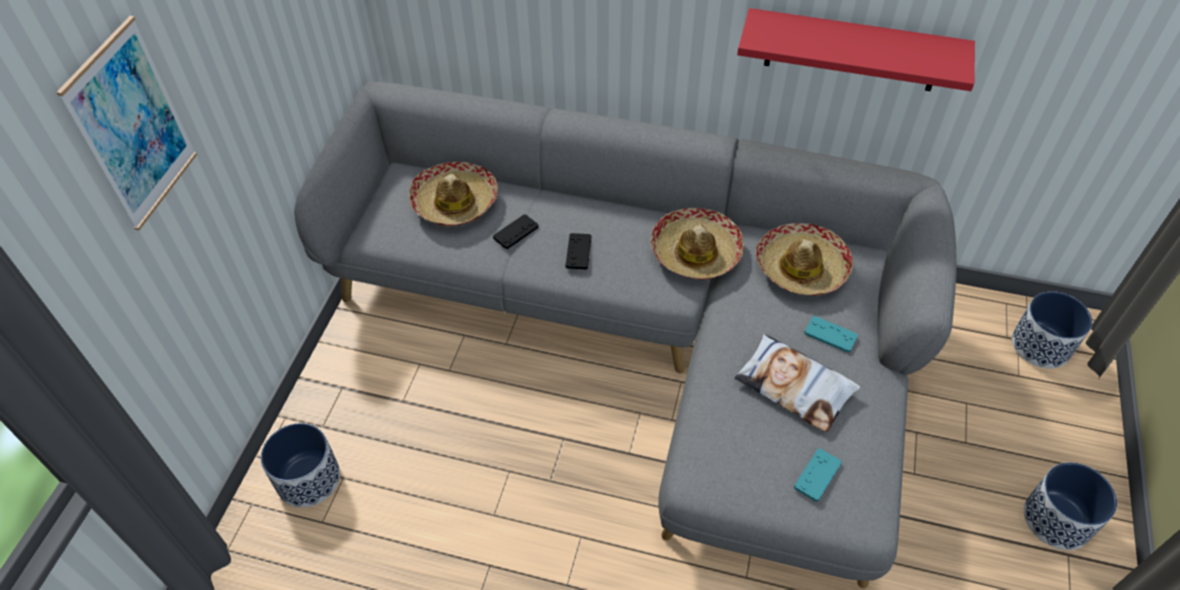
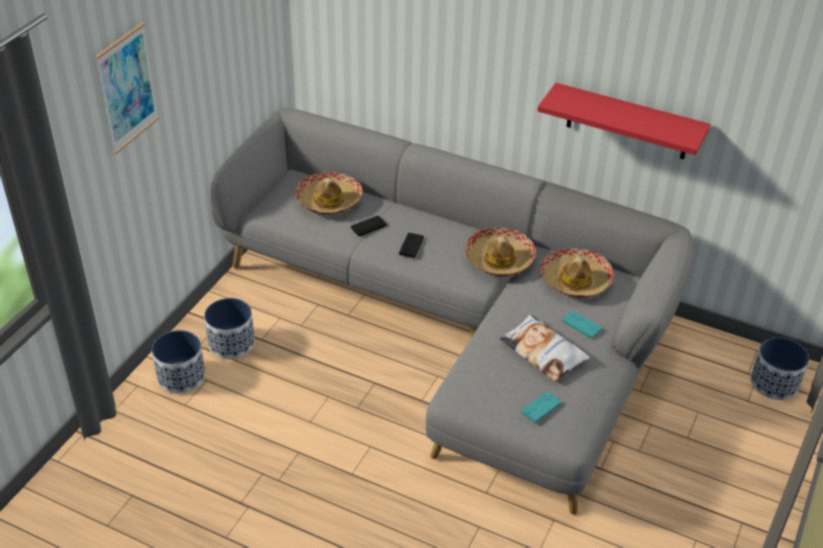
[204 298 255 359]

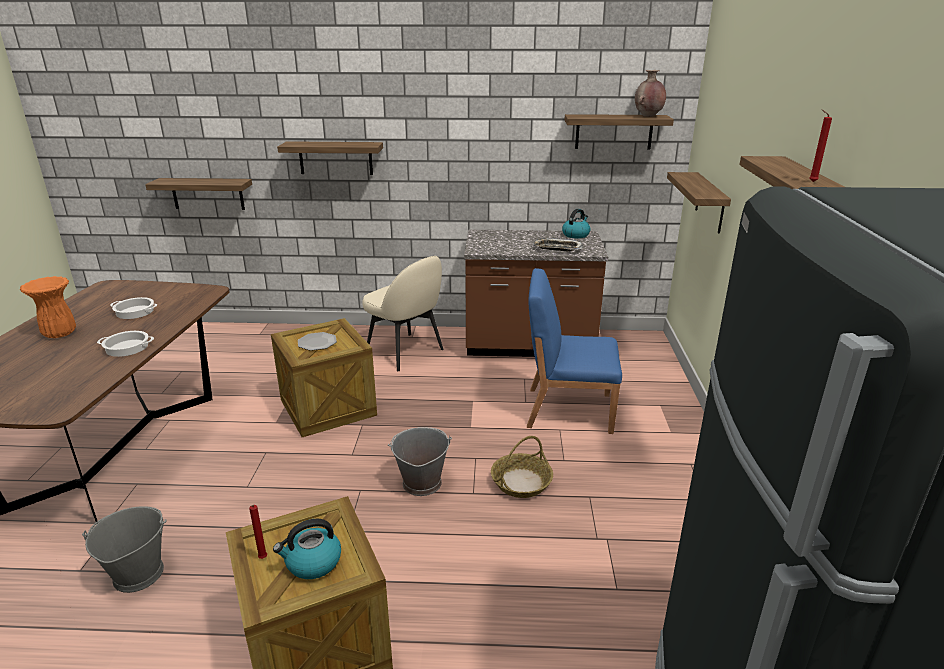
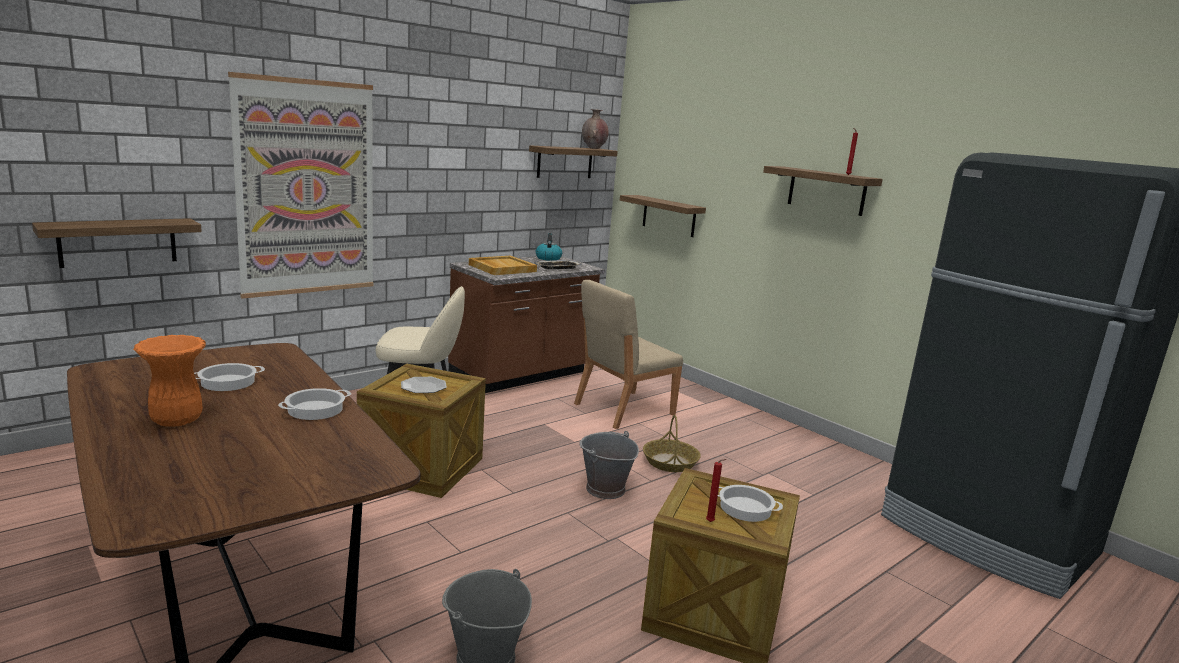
[469 256 537 275]
[718 485 783 522]
[228 72 374 299]
[574 280 683 429]

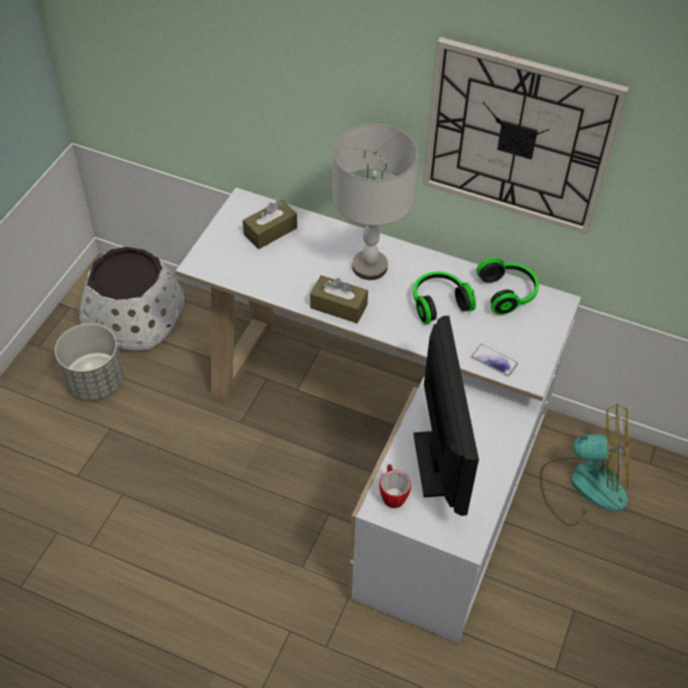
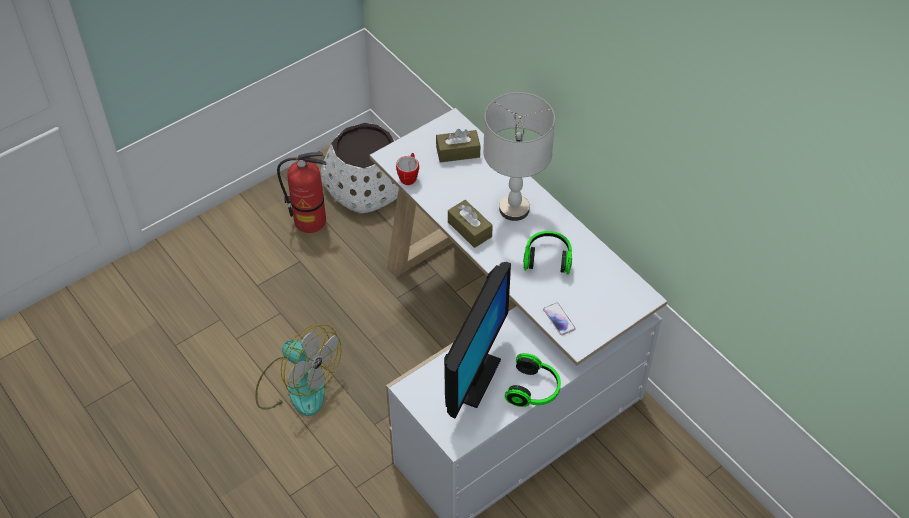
[423 37 629 234] (first image)
[396 153 419 185]
[505 353 561 407]
[255 324 341 416]
[277 152 327 233]

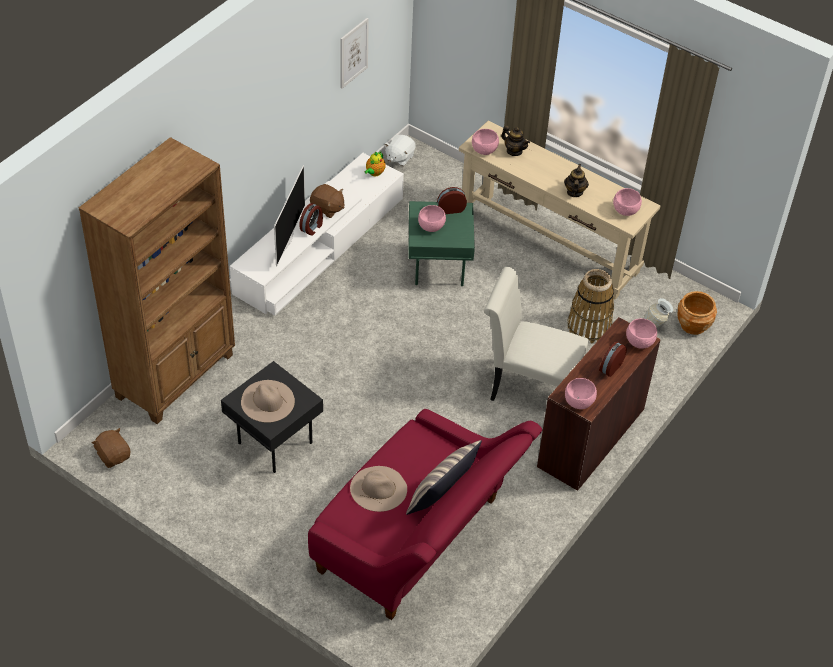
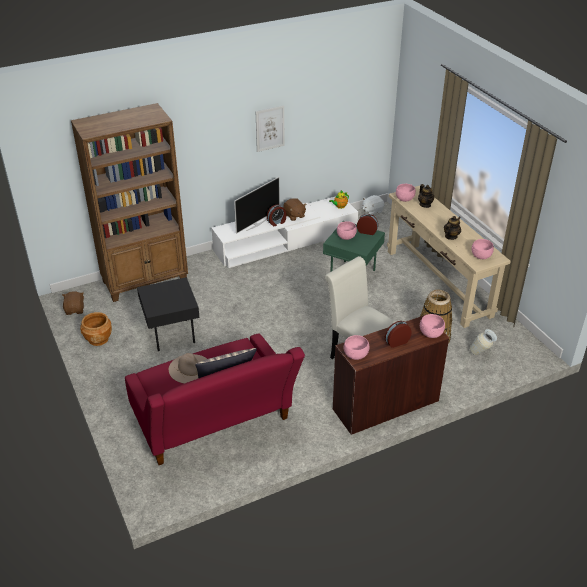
[241 380 295 423] (first image)
[256 105 285 152]
[80 312 112 346]

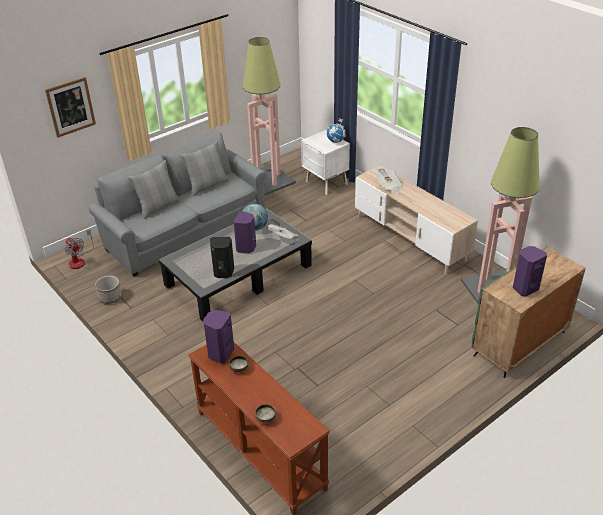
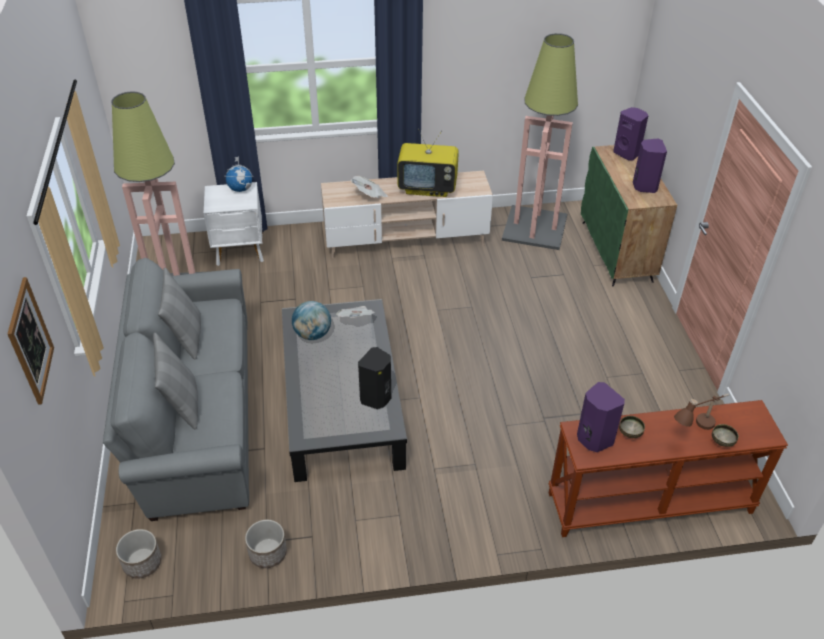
[397 129 459 197]
[674 394 729 430]
[613 107 649 161]
[116 529 161 578]

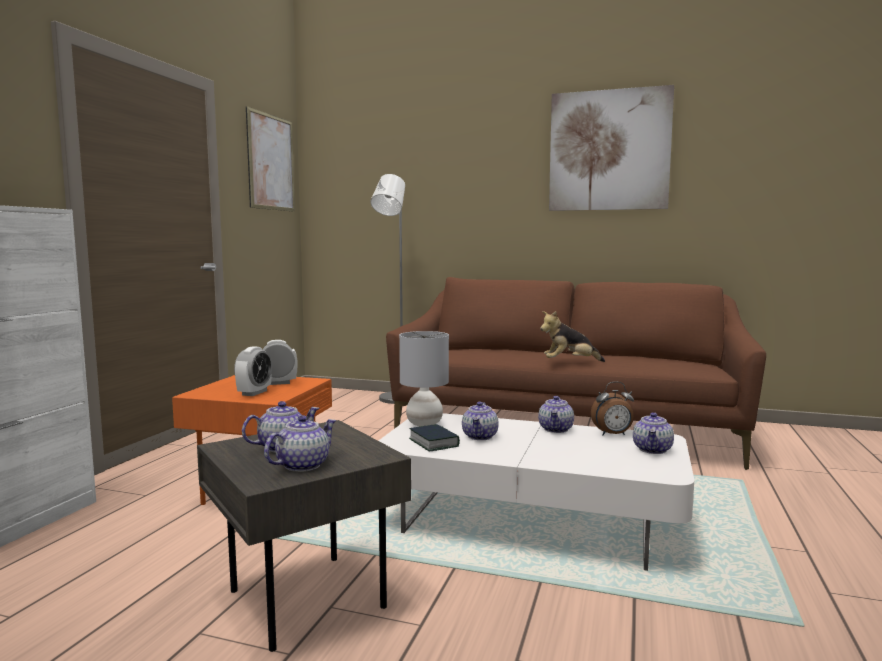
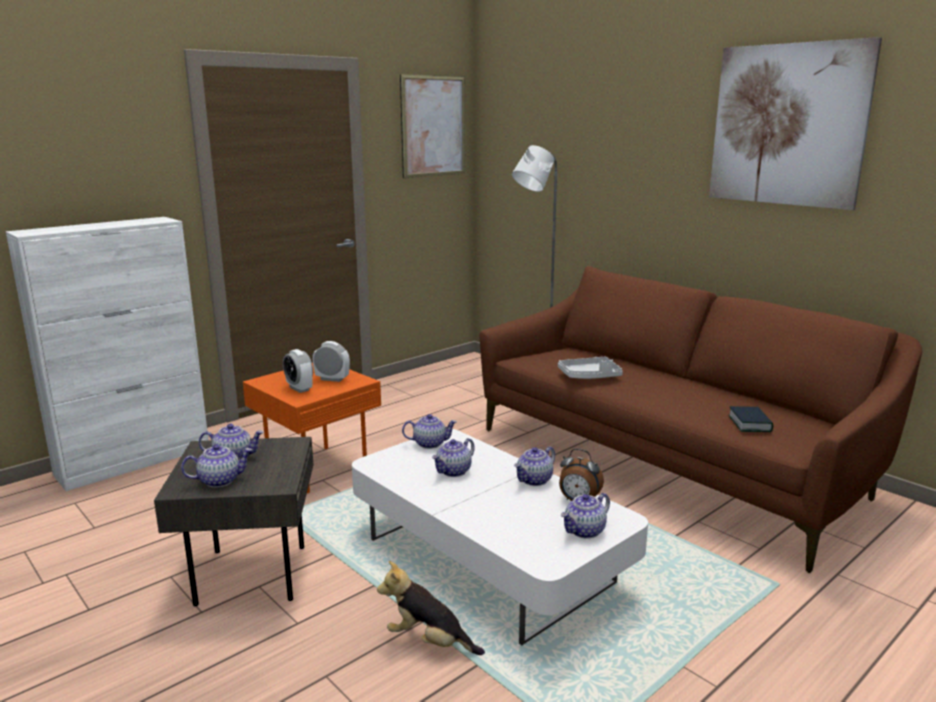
[558 357 623 379]
[728 406 773 432]
[377 561 485 655]
[402 414 457 449]
[283 349 313 393]

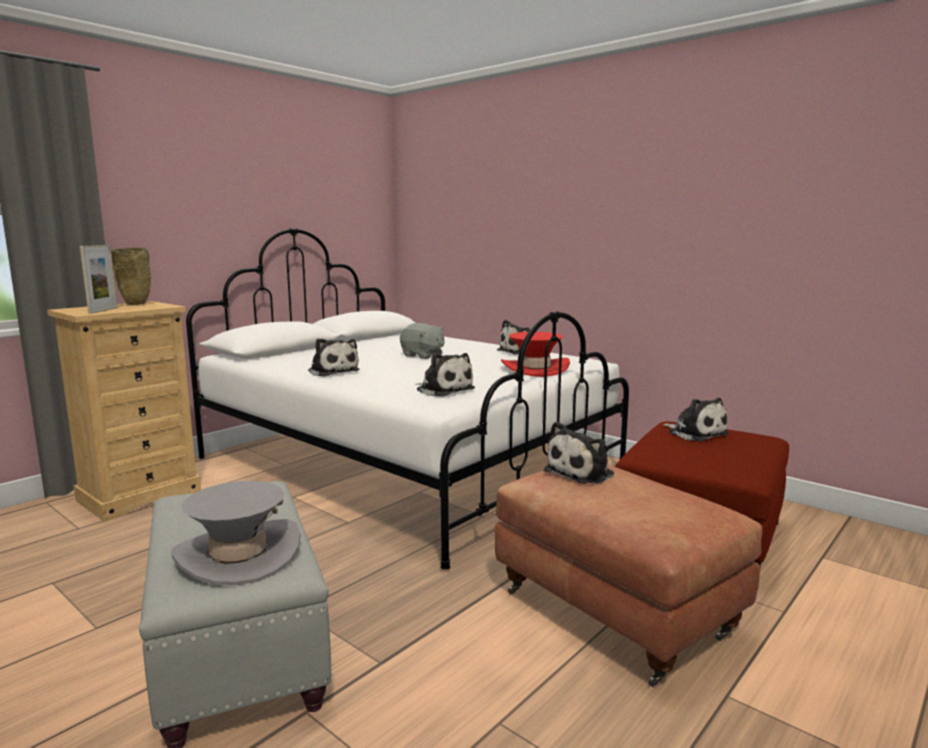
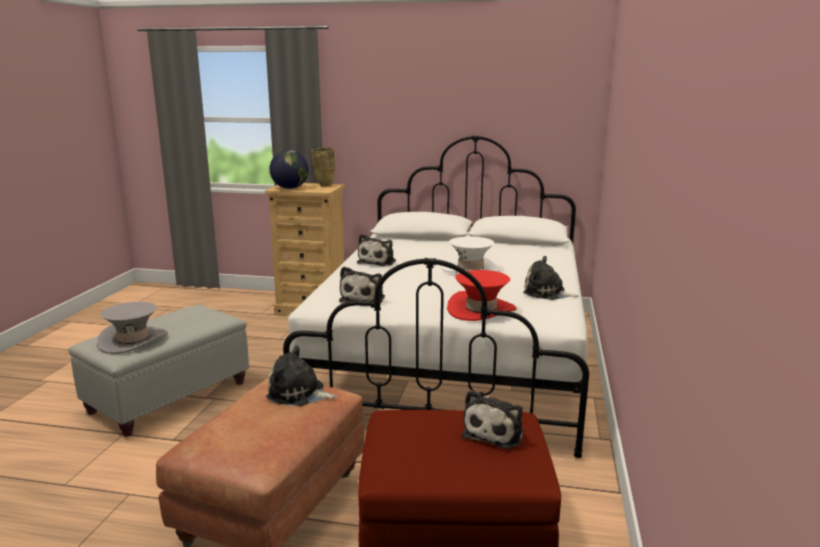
[270 150 309 189]
[442 236 500 273]

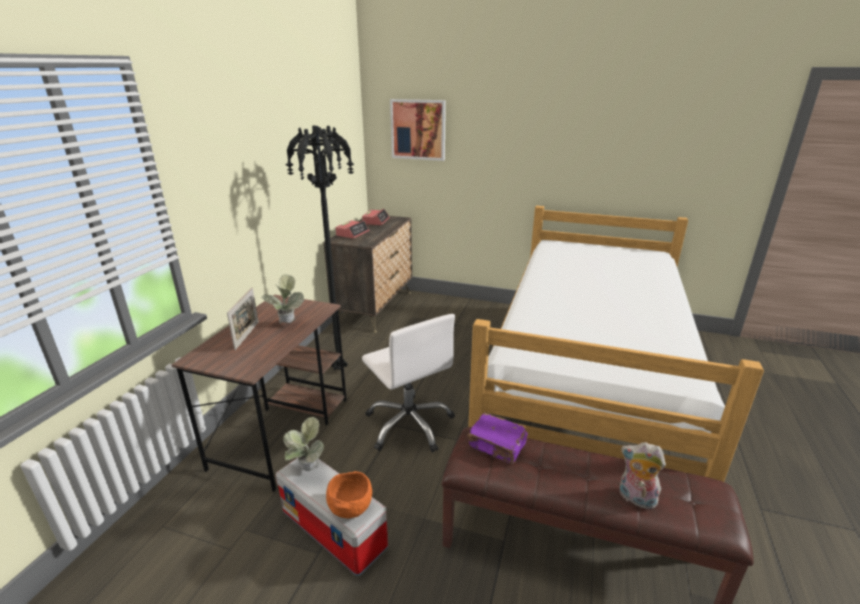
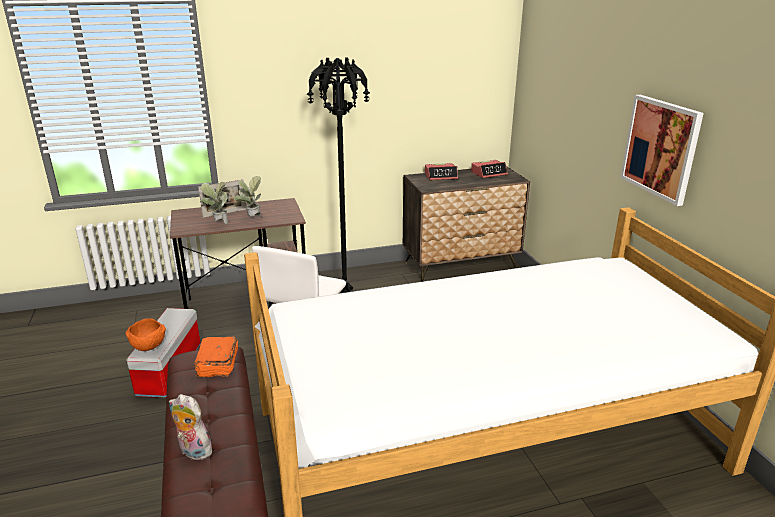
[200 182 229 224]
[620 95 704 206]
[194 337 238 378]
[169 394 212 460]

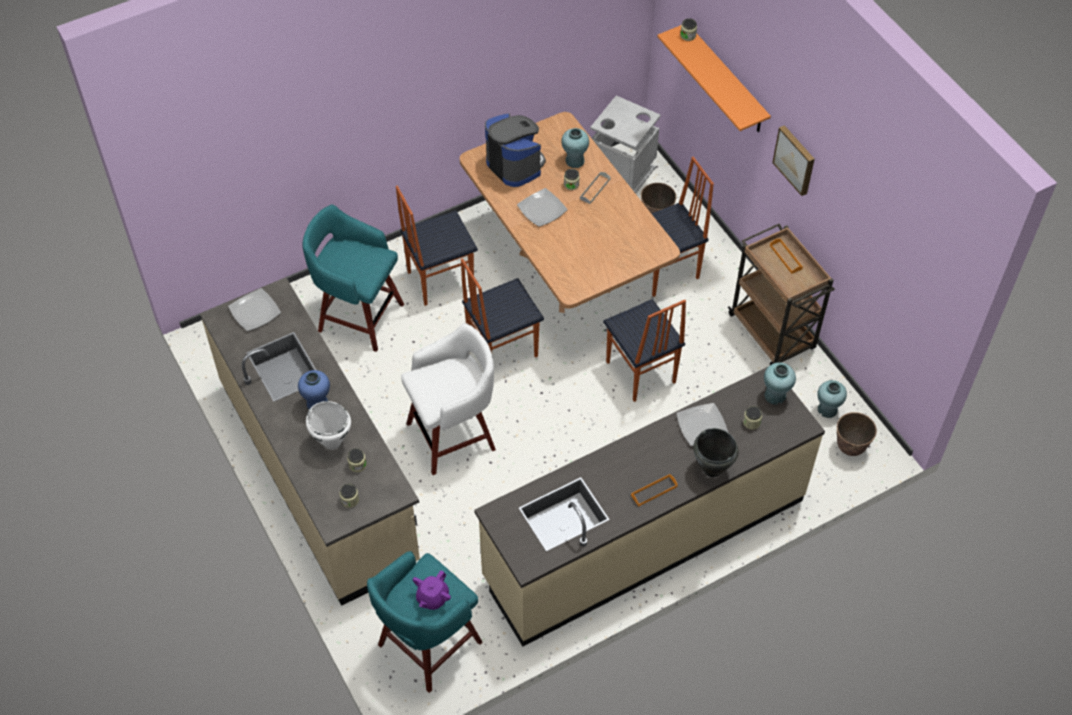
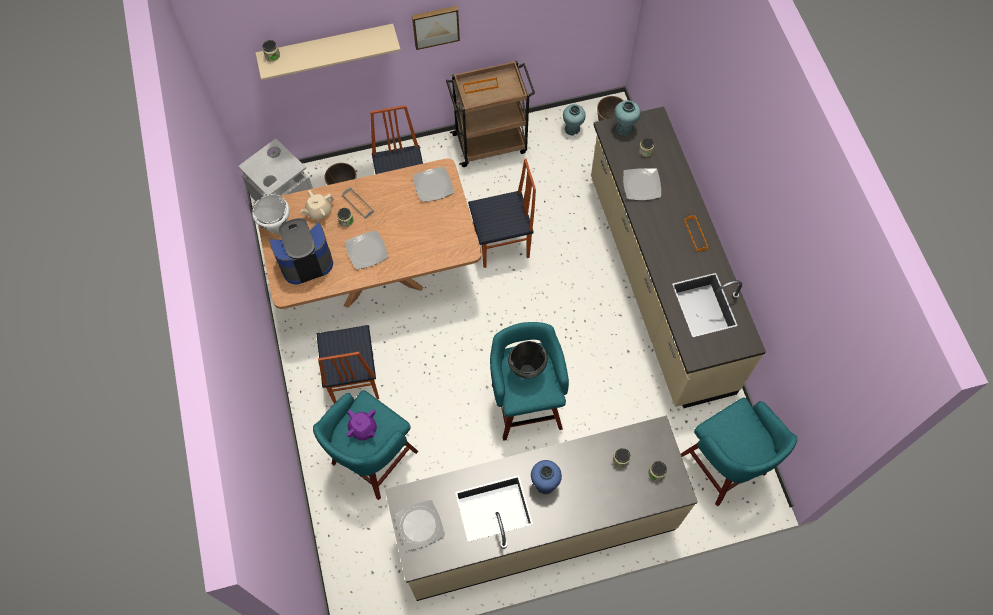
[461 258 544 358] (first image)
[413 166 454 202]
[252 194 289 234]
[347 409 377 441]
[508 341 548 379]
[300 190 334 220]
[490 322 569 441]
[256 24 401 80]

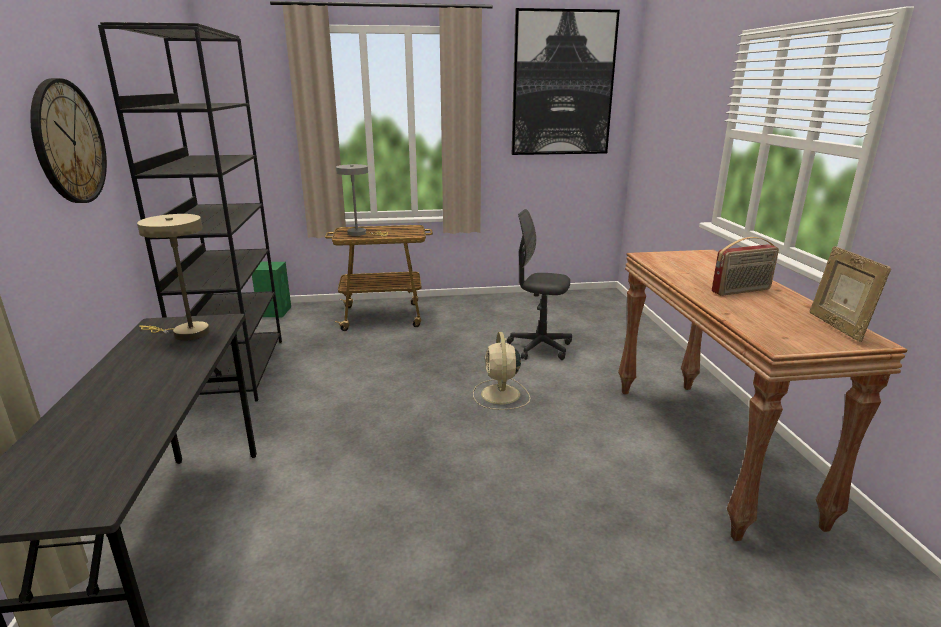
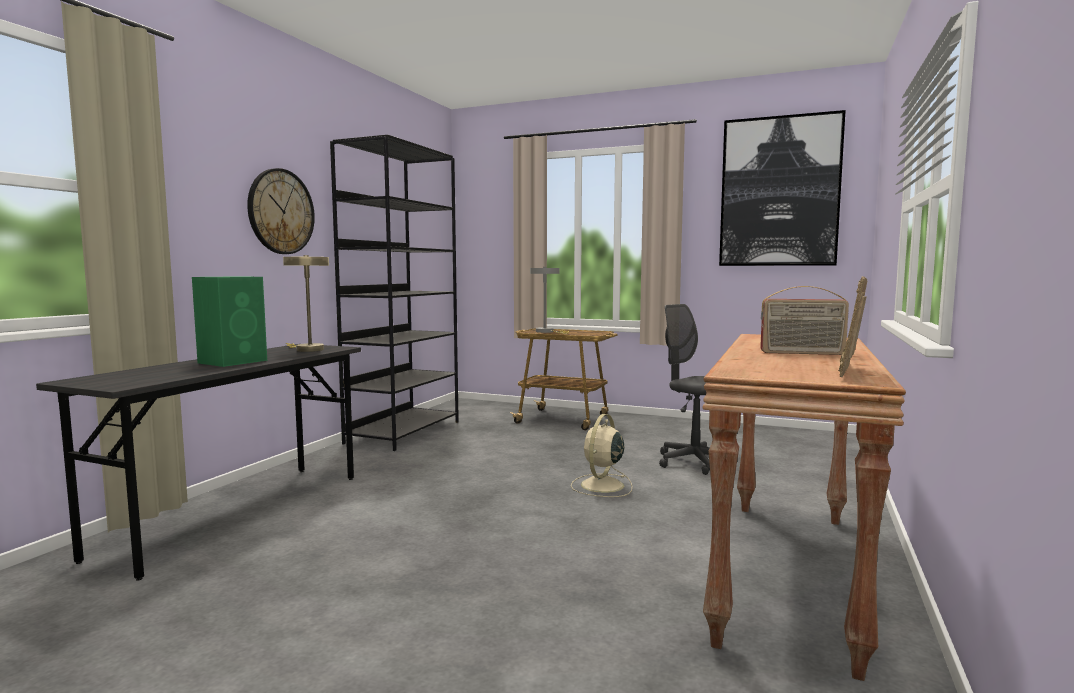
[192 276 267 367]

